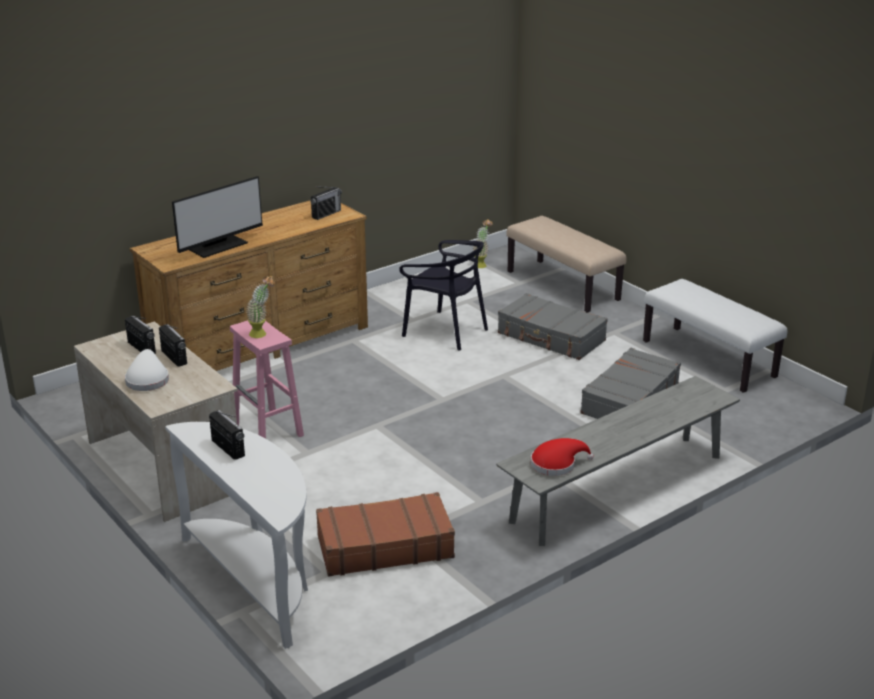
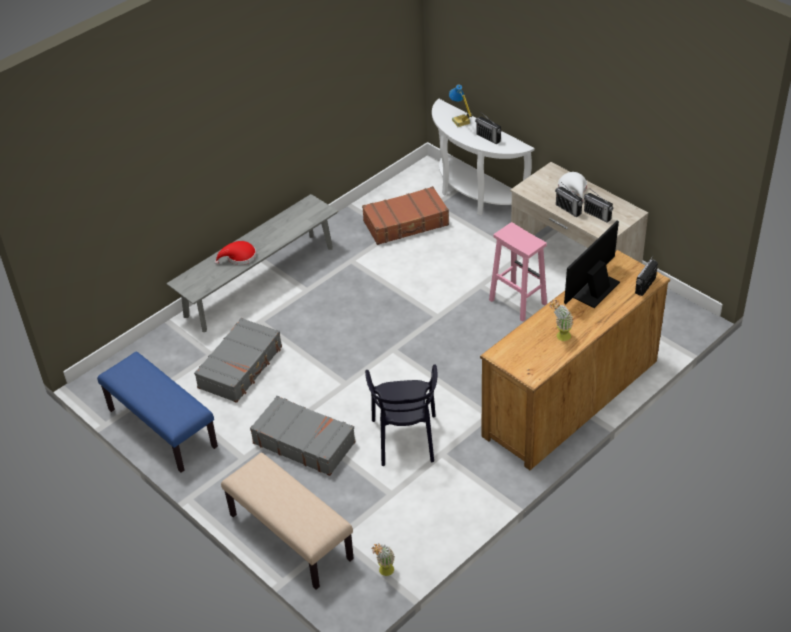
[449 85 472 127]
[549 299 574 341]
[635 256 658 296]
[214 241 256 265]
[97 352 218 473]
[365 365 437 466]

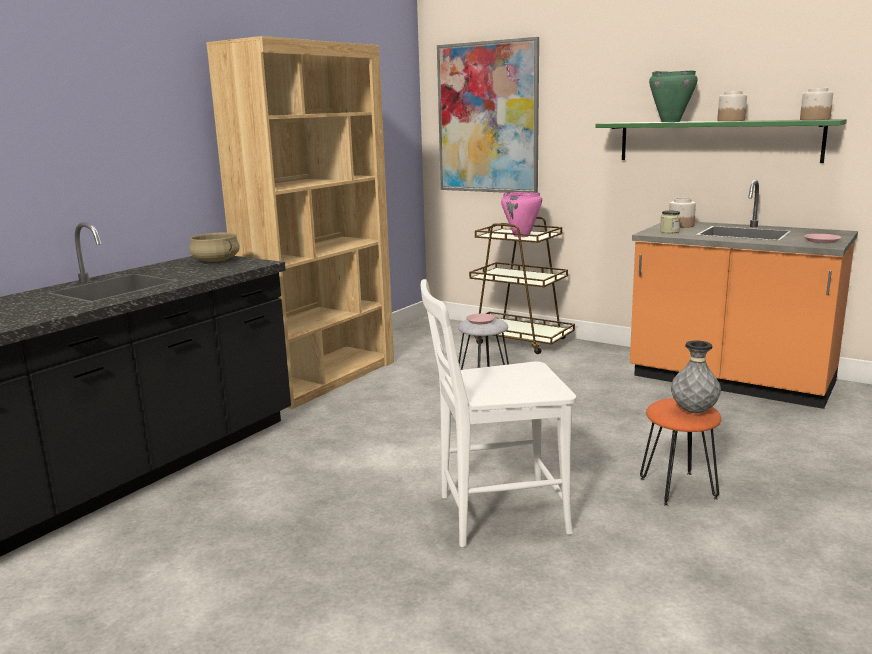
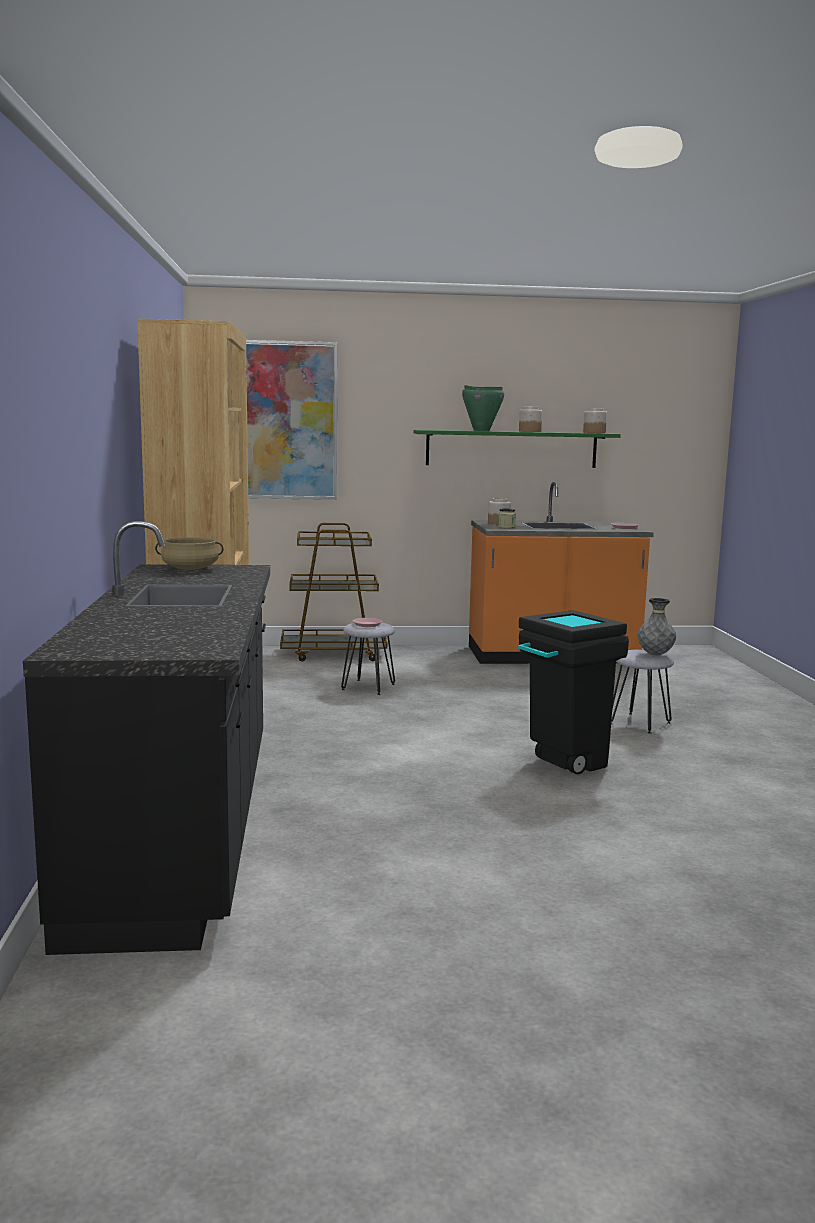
[501 192 542 237] (first image)
[517 610 629 774]
[611 650 674 734]

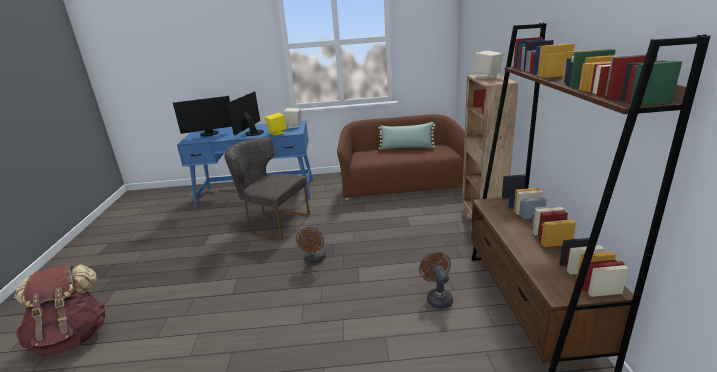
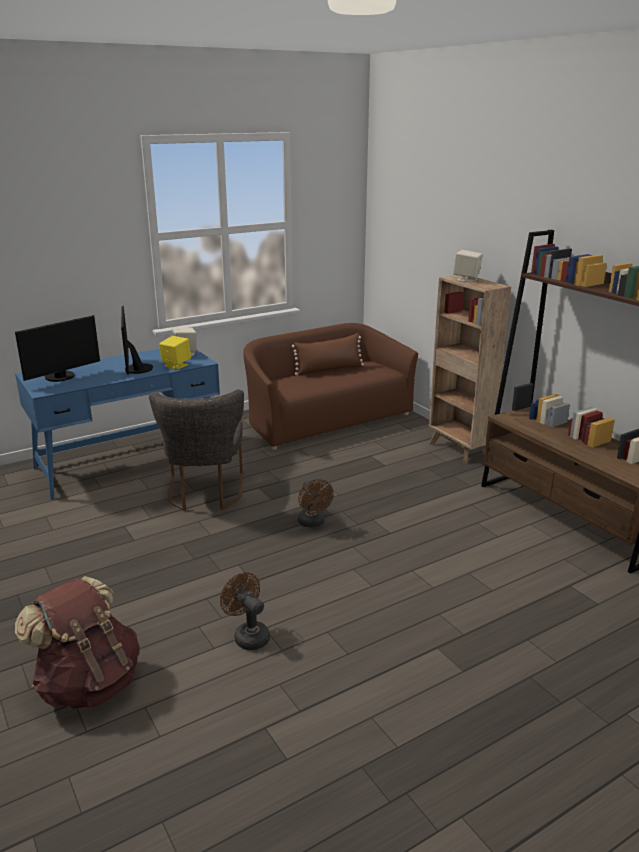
[220 572 270 650]
[292 333 364 376]
[149 390 244 511]

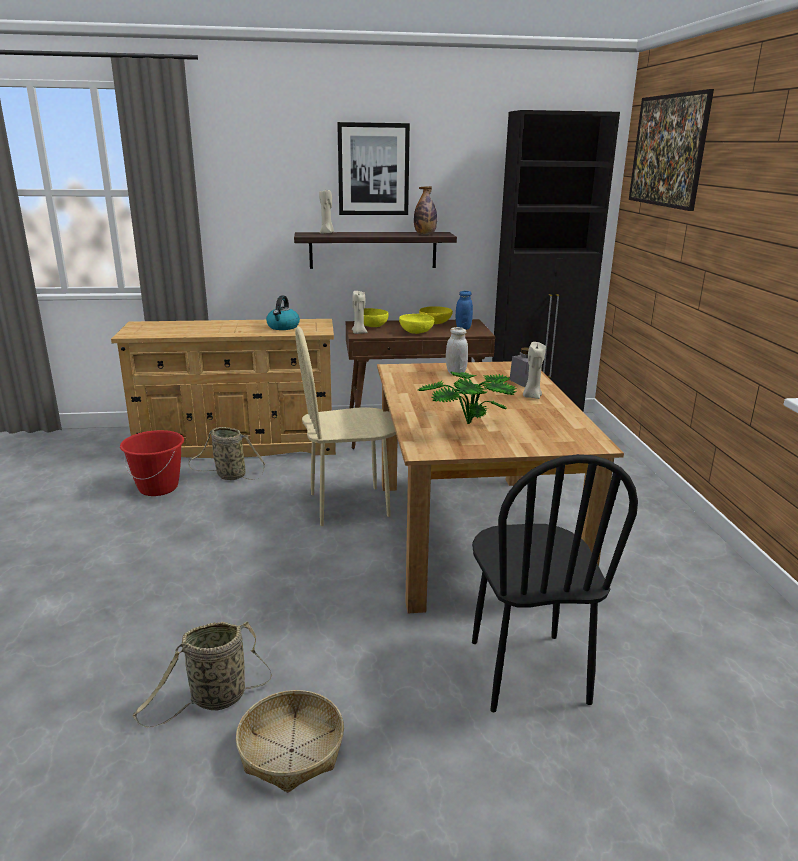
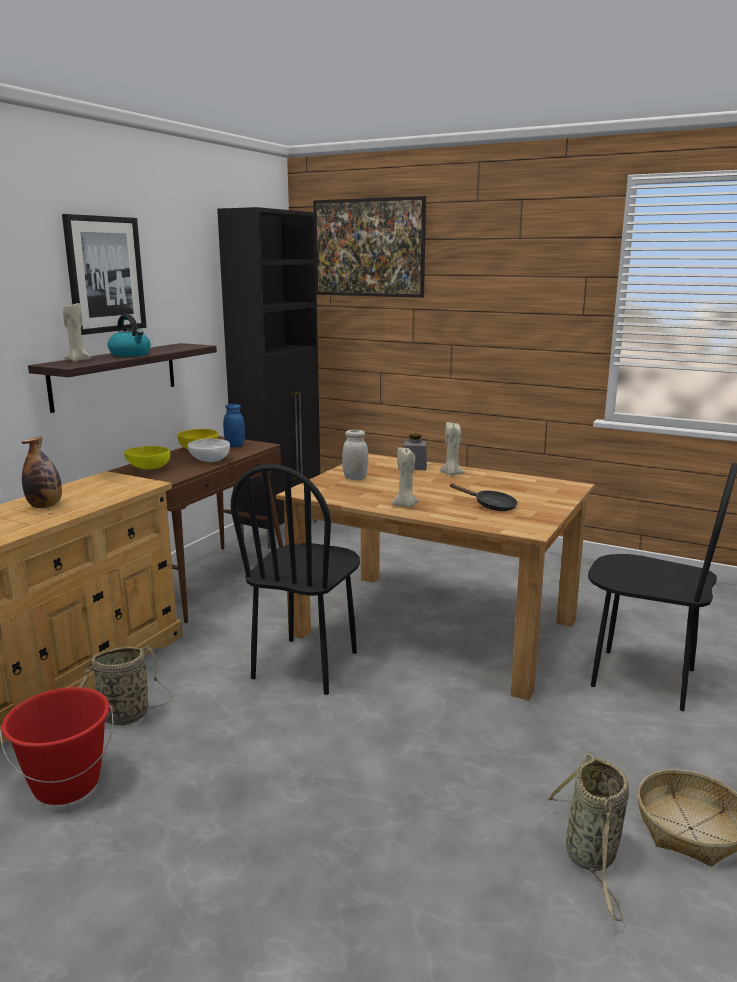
[108 314 151 357]
[391 448 419 507]
[21 437 62 508]
[449 483 518 511]
[231 464 360 695]
[187 439 230 462]

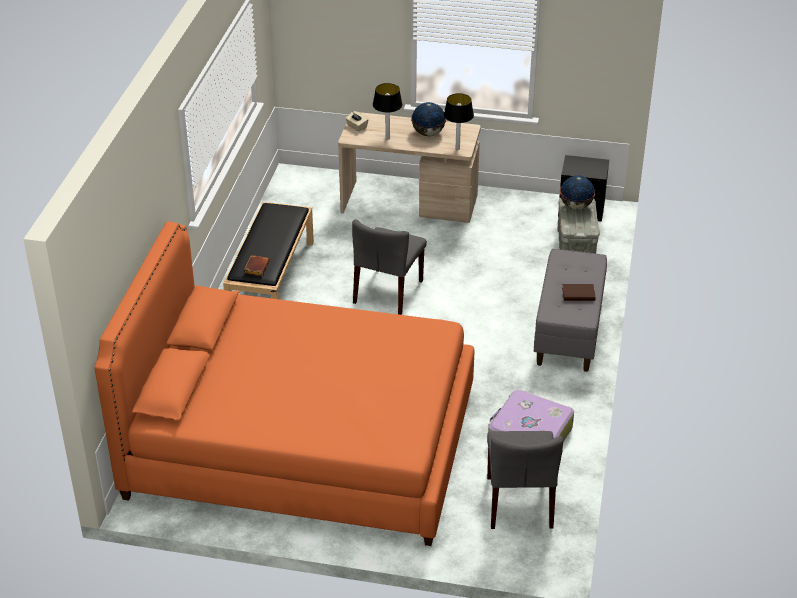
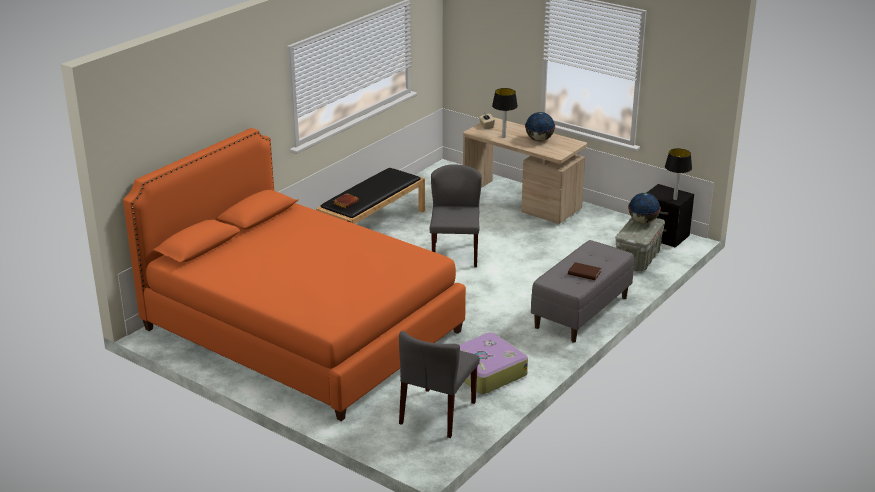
[665 148 692 200]
[430 164 482 267]

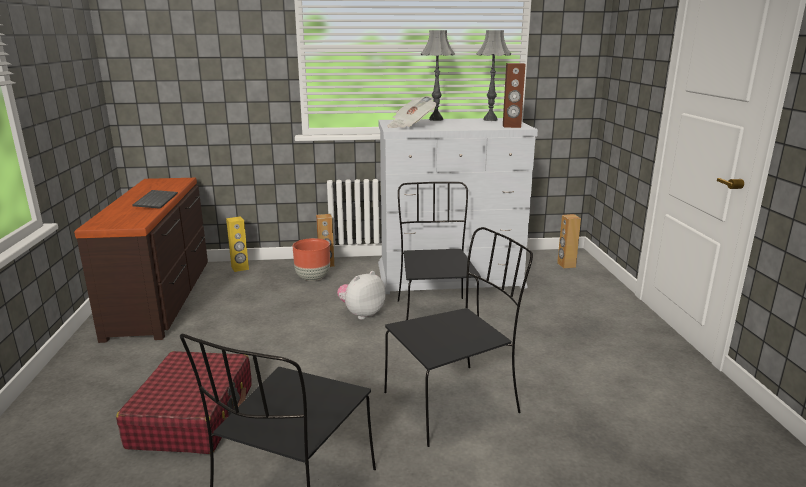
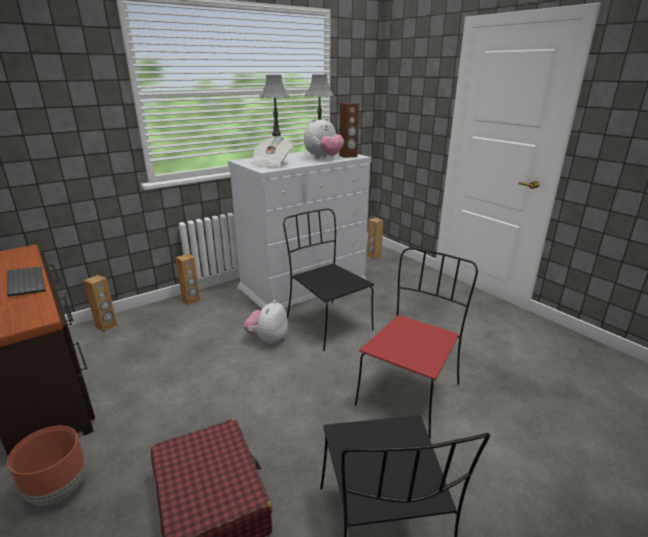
[304 117 344 159]
[7 426 86 506]
[83 275 117 332]
[355 248 478 439]

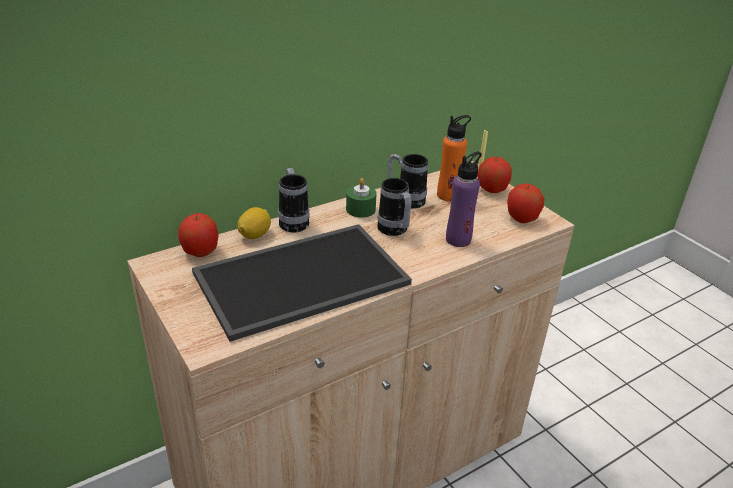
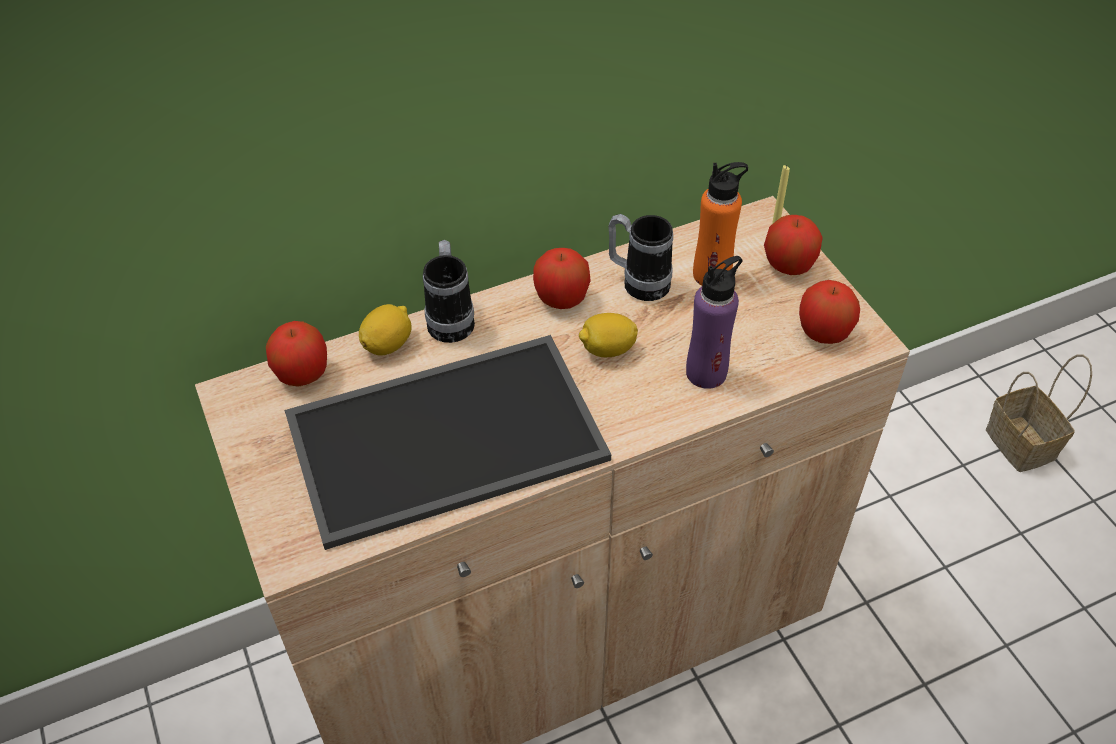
[986 354 1092 472]
[533 248 591 309]
[579 313 638 357]

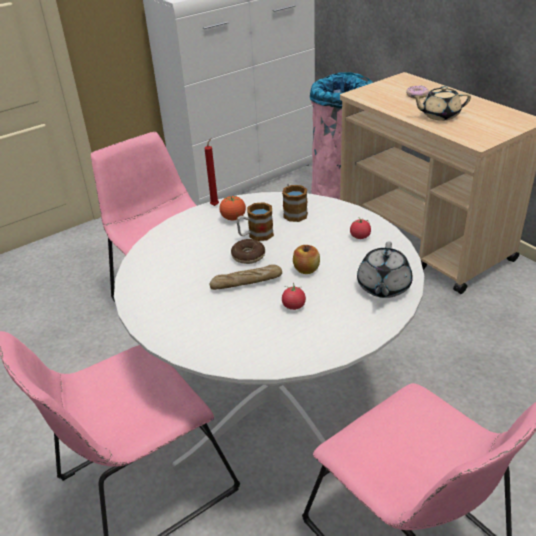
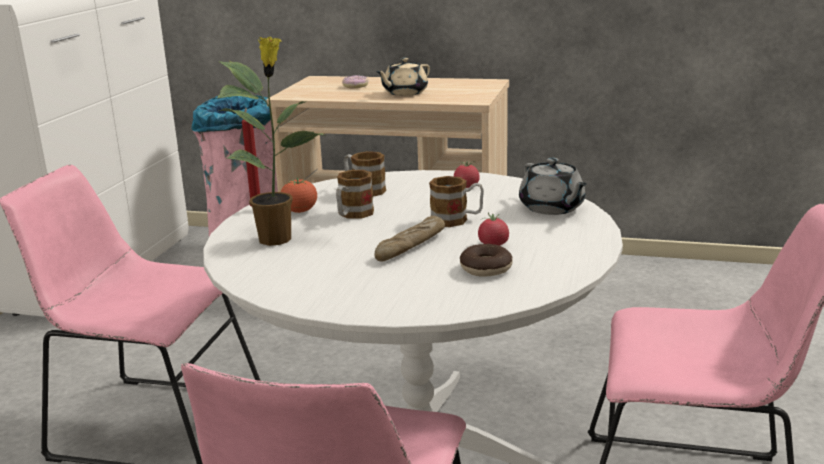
[217 37 326 246]
[460 244 513 277]
[429 176 484 227]

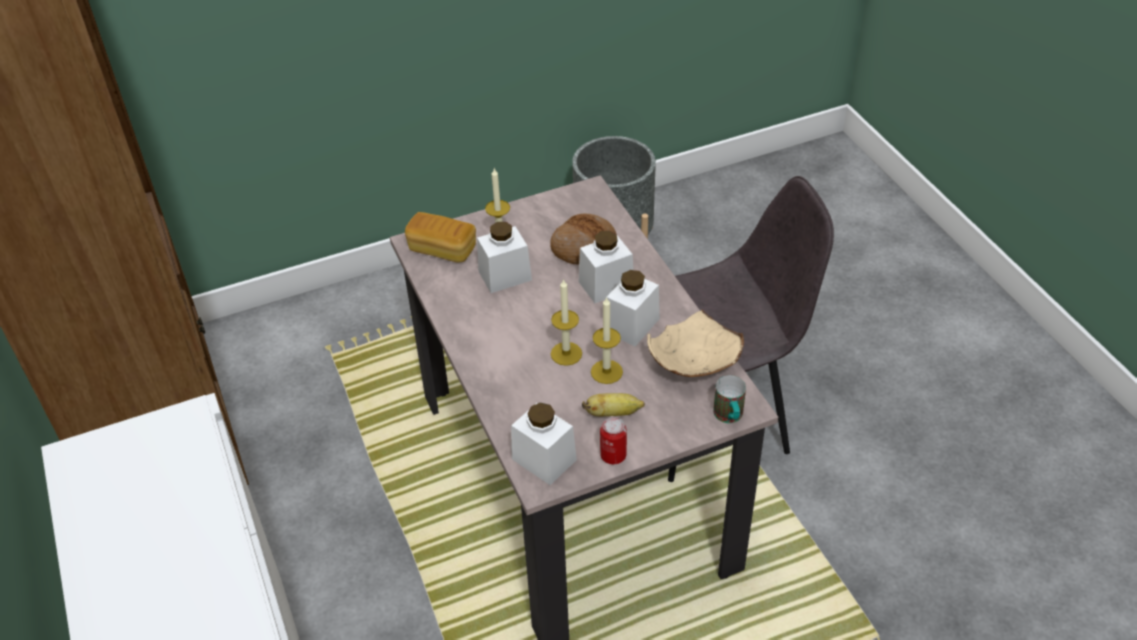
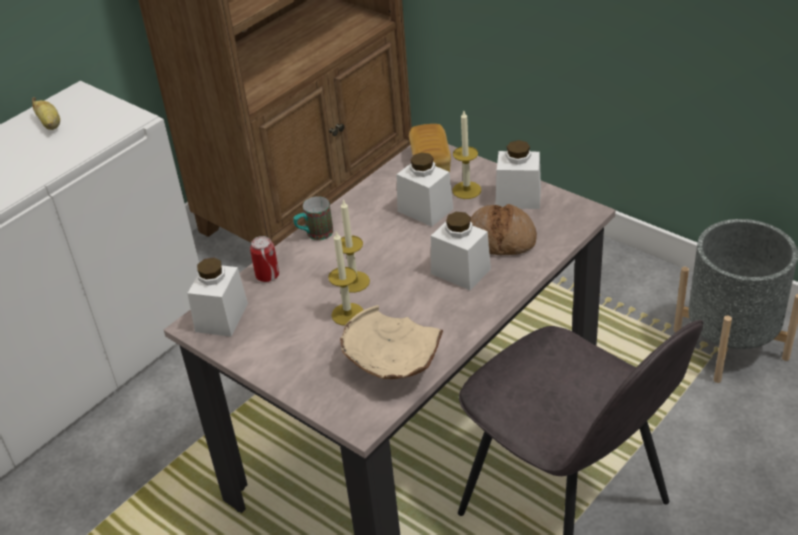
[32 97 60 130]
[250 236 279 282]
[495 140 541 209]
[293 196 333 240]

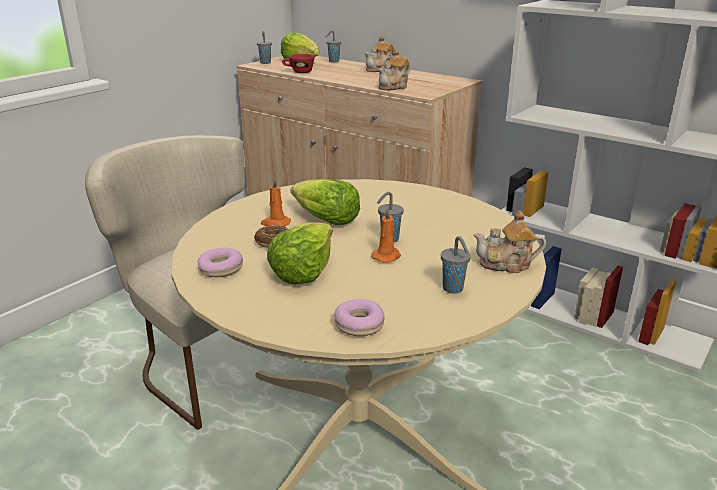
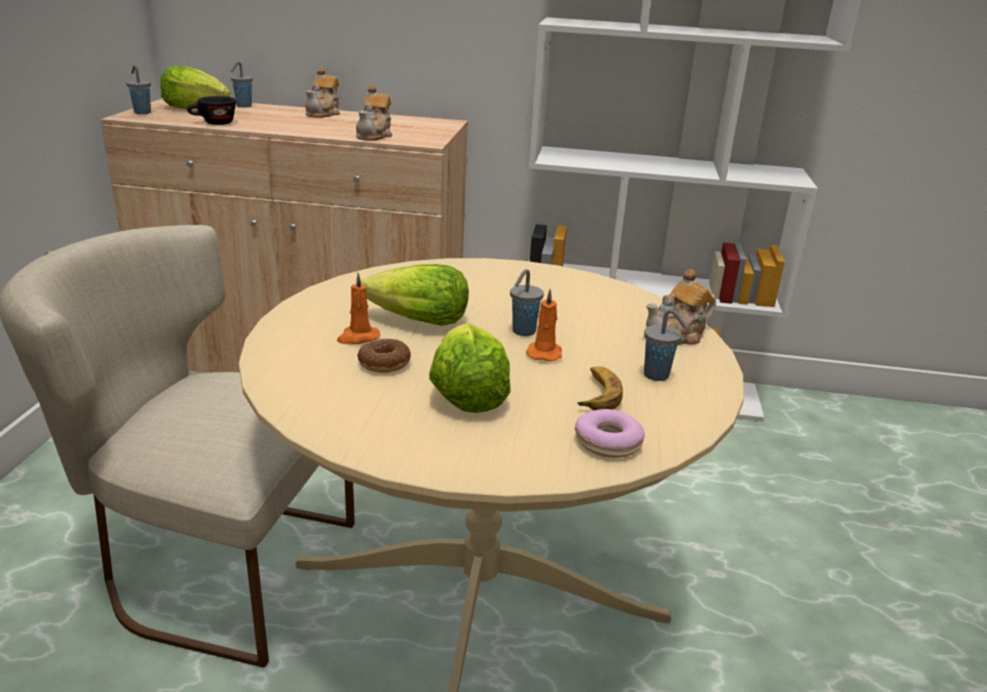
[198 248 243 277] (first image)
[577 366 623 410]
[187 96 236 125]

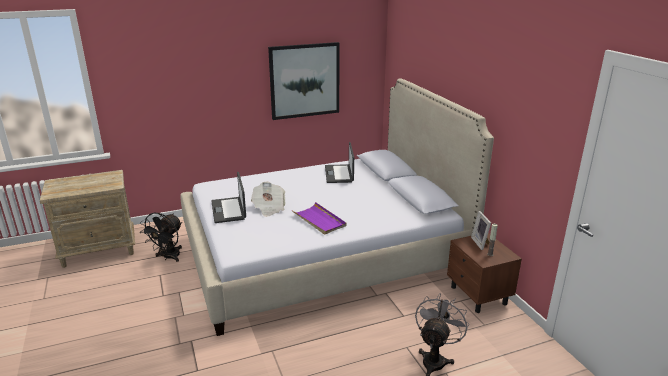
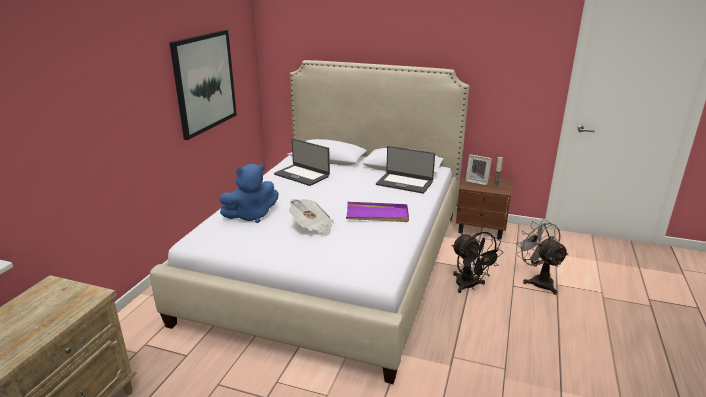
[220 164 278 223]
[452 232 503 293]
[376 146 435 194]

